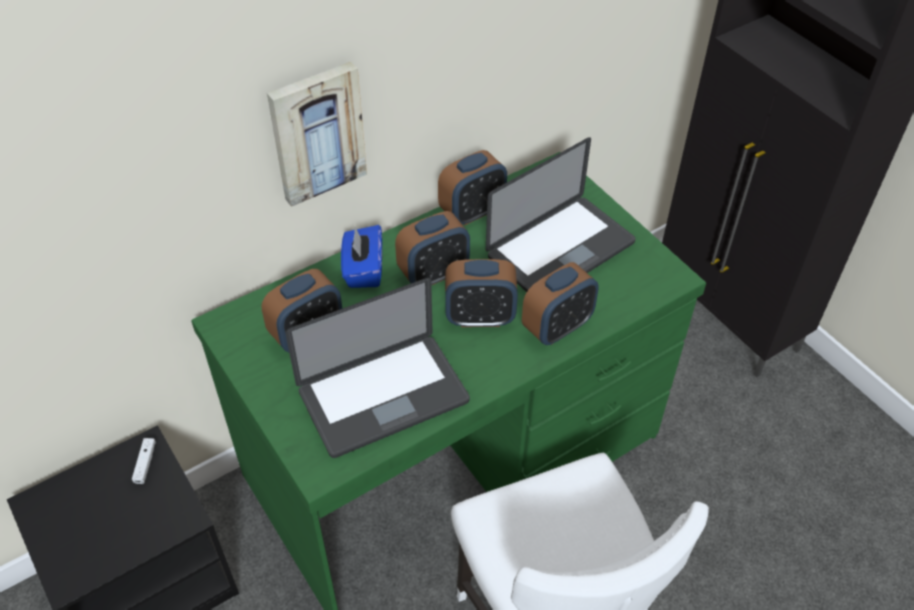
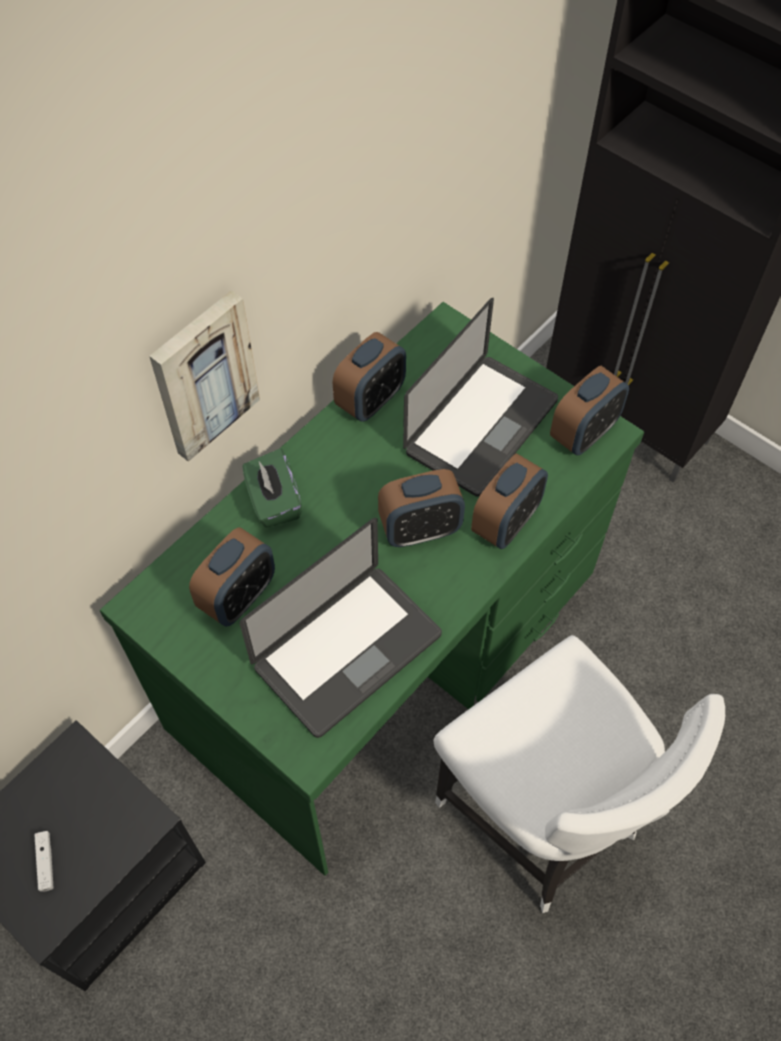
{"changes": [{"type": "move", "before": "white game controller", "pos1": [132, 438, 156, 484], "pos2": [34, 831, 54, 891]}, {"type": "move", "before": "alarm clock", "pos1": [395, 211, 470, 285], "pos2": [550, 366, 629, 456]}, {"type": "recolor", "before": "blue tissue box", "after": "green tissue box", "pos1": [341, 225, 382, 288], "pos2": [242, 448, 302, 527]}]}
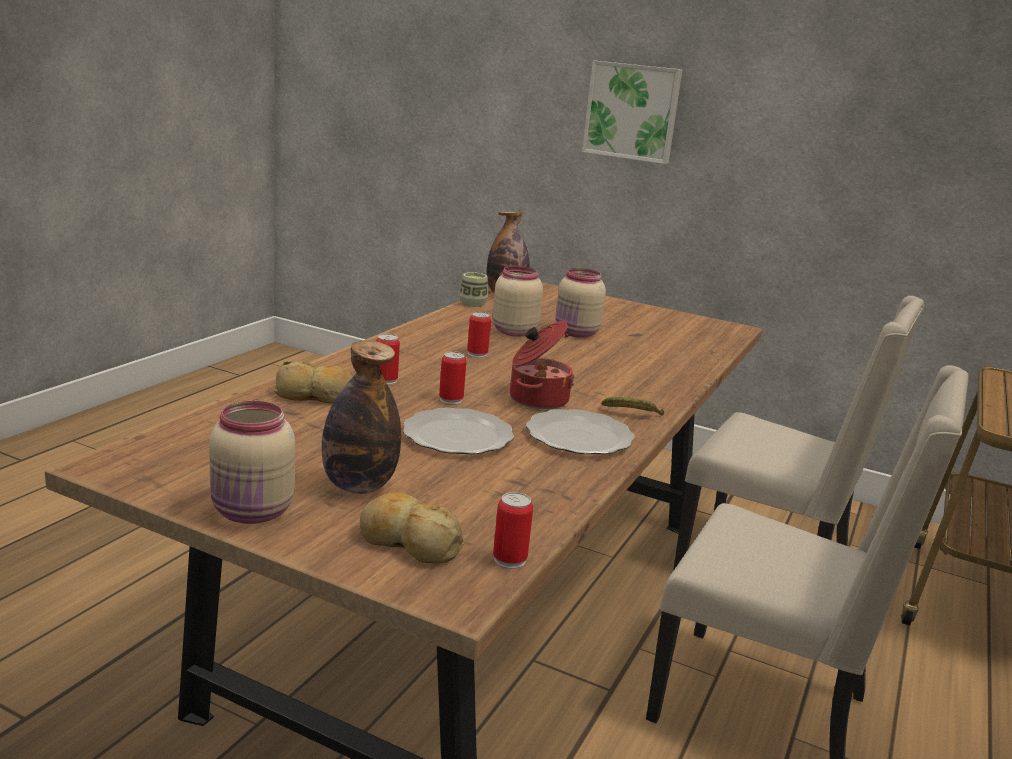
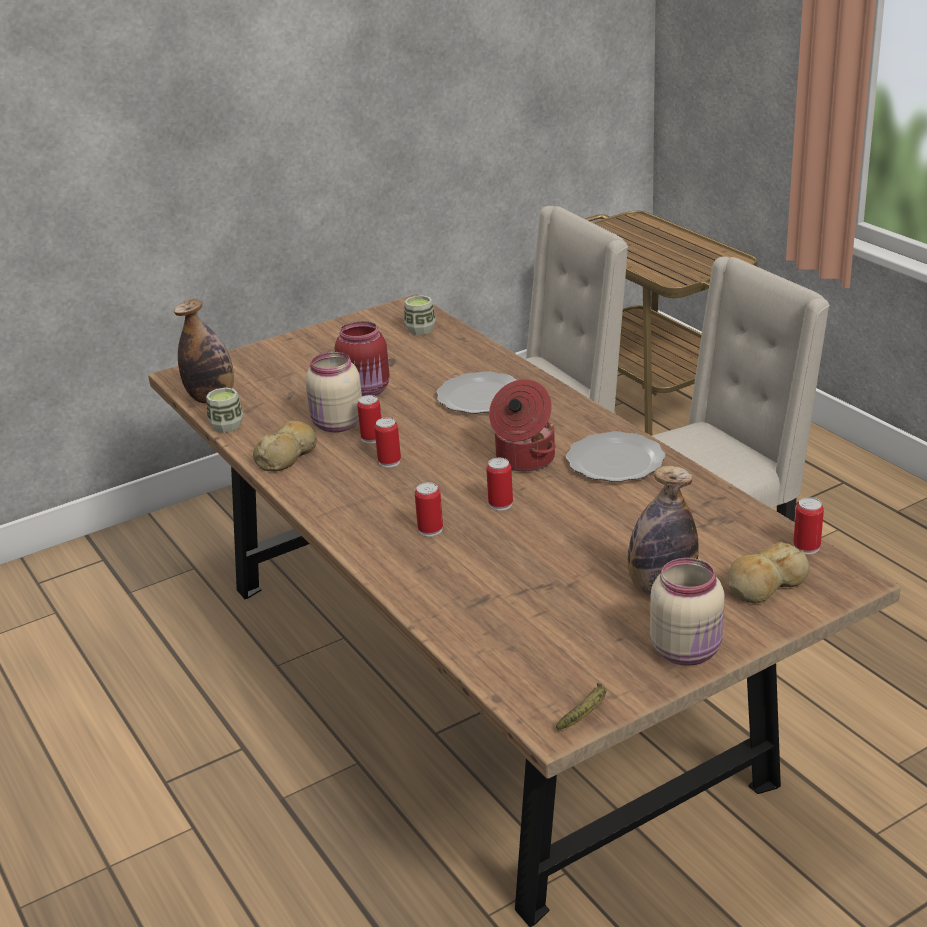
{"changes": [{"type": "delete", "before": "picture", "pos1": [582, 61, 683, 164]}, {"type": "insert", "after": "can", "pos2": [357, 395, 381, 444]}, {"type": "insert", "after": "cup", "pos2": [404, 295, 436, 335]}, {"type": "move", "before": "bread", "pos1": [274, 361, 352, 404], "pos2": [253, 421, 317, 472]}, {"type": "move", "before": "plate", "pos1": [403, 408, 514, 454], "pos2": [437, 371, 517, 414]}, {"type": "move", "before": "banana", "pos1": [601, 397, 664, 416], "pos2": [556, 683, 607, 730]}, {"type": "recolor", "before": "beige jar", "after": "red jar", "pos1": [555, 268, 606, 338], "pos2": [335, 321, 390, 396]}]}
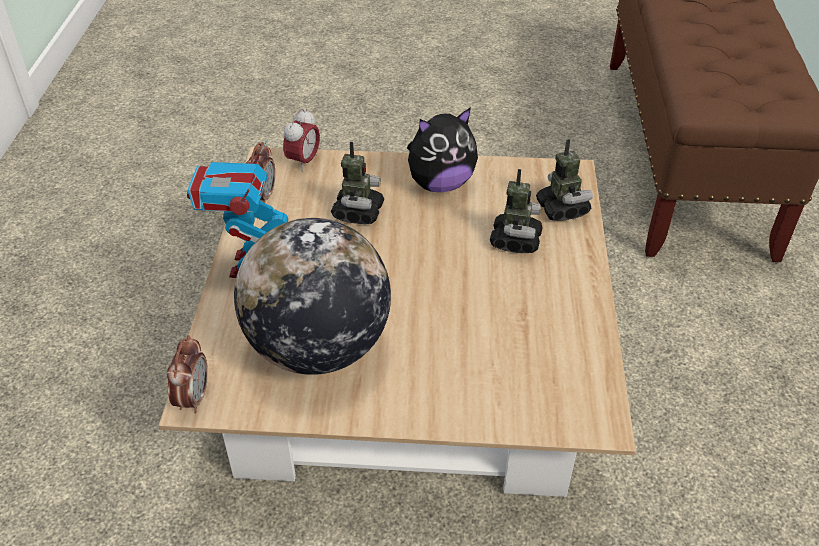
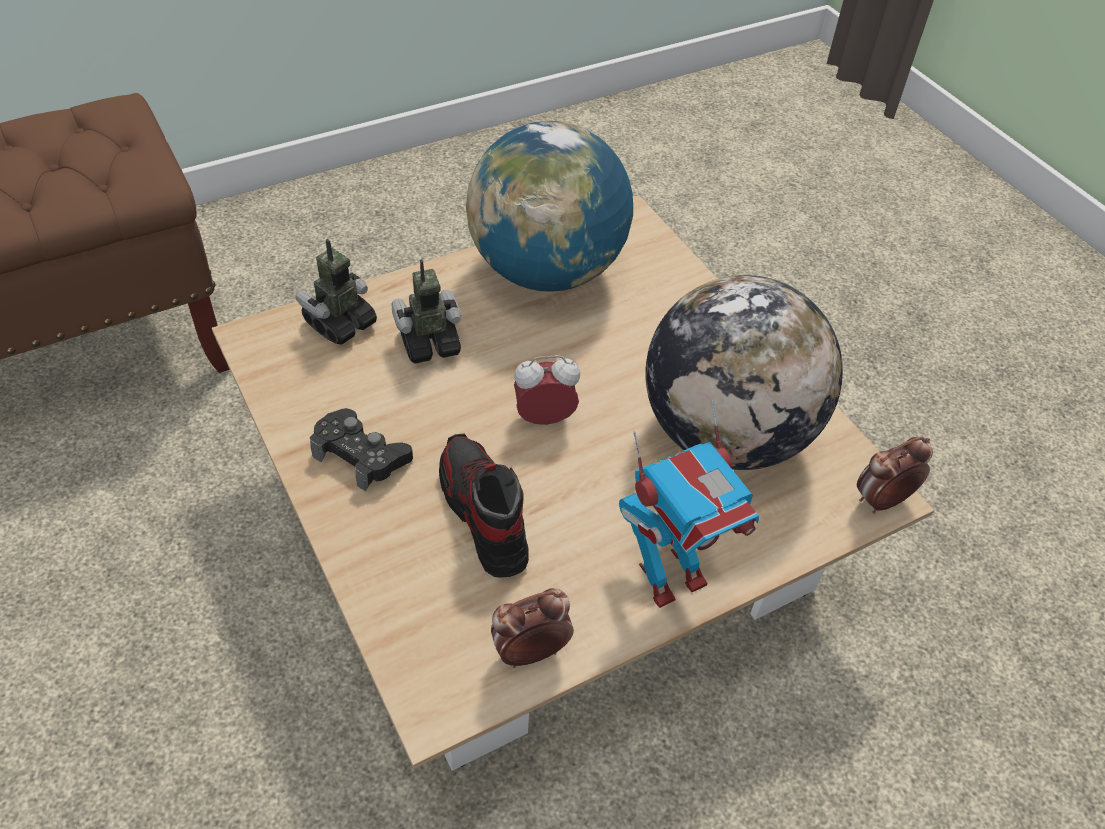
{"changes": [{"type": "insert", "after": "globe", "pos2": [466, 121, 633, 292]}, {"type": "move", "before": "alarm clock", "pos1": [283, 108, 320, 172], "pos2": [514, 355, 580, 425]}, {"type": "replace", "before": "toy robot", "after": "shoe", "pos1": [331, 142, 384, 224], "pos2": [439, 433, 529, 578]}, {"type": "replace", "before": "plush toy", "after": "black game controller", "pos1": [407, 107, 478, 192], "pos2": [310, 408, 413, 491]}]}
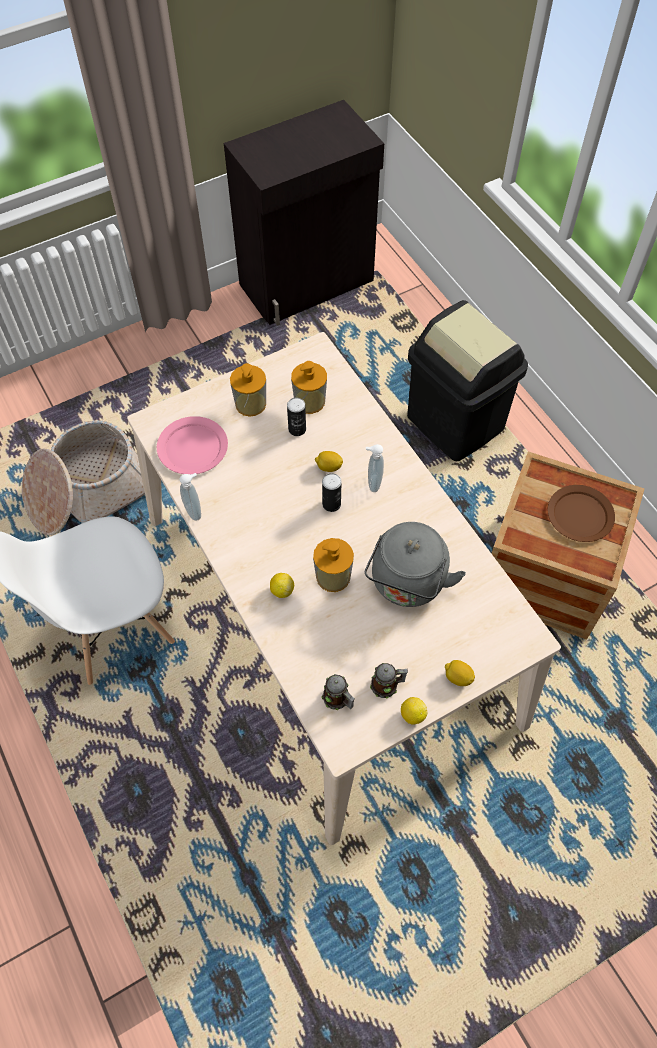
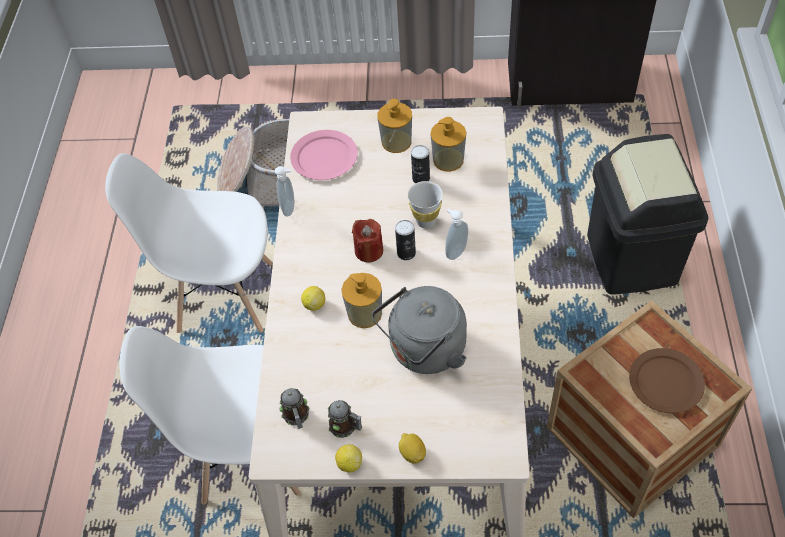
{"changes": [{"type": "insert", "after": "white chair", "pos2": [119, 326, 300, 505]}, {"type": "insert", "after": "red candle", "pos2": [352, 219, 383, 263]}, {"type": "replace", "before": "lemon", "after": "white cup", "pos1": [315, 451, 343, 472], "pos2": [408, 181, 443, 228]}]}
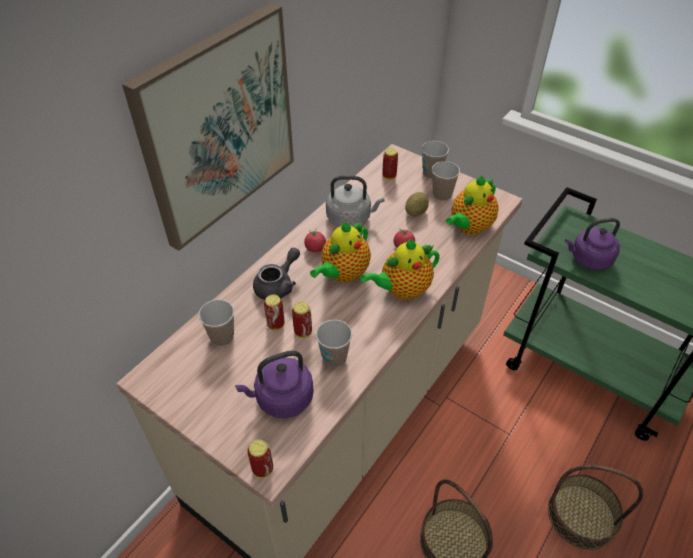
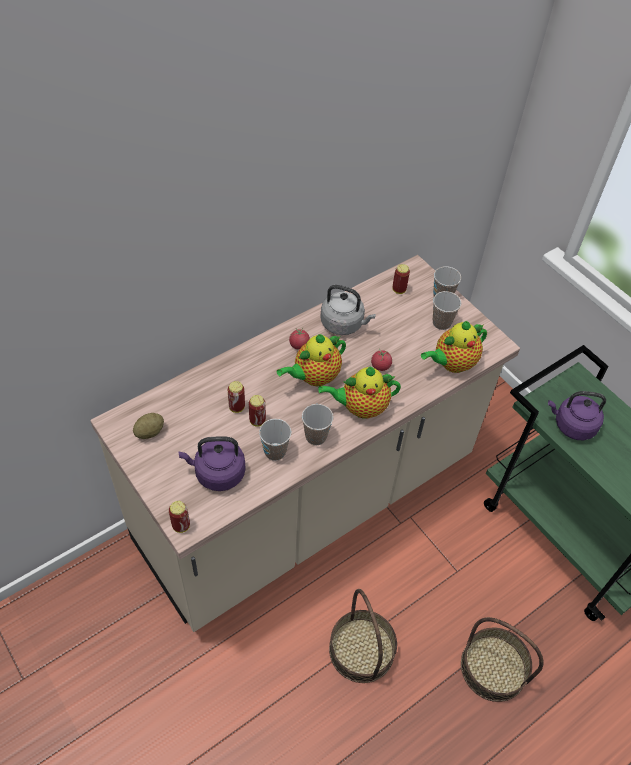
{"changes": [{"type": "delete", "before": "picture", "pos1": [122, 3, 294, 251]}, {"type": "delete", "before": "grey teapot", "pos1": [253, 247, 300, 300]}, {"type": "move", "before": "cup", "pos1": [198, 299, 234, 346], "pos2": [302, 404, 334, 445]}, {"type": "move", "before": "potato", "pos1": [405, 192, 429, 217], "pos2": [133, 413, 164, 439]}]}
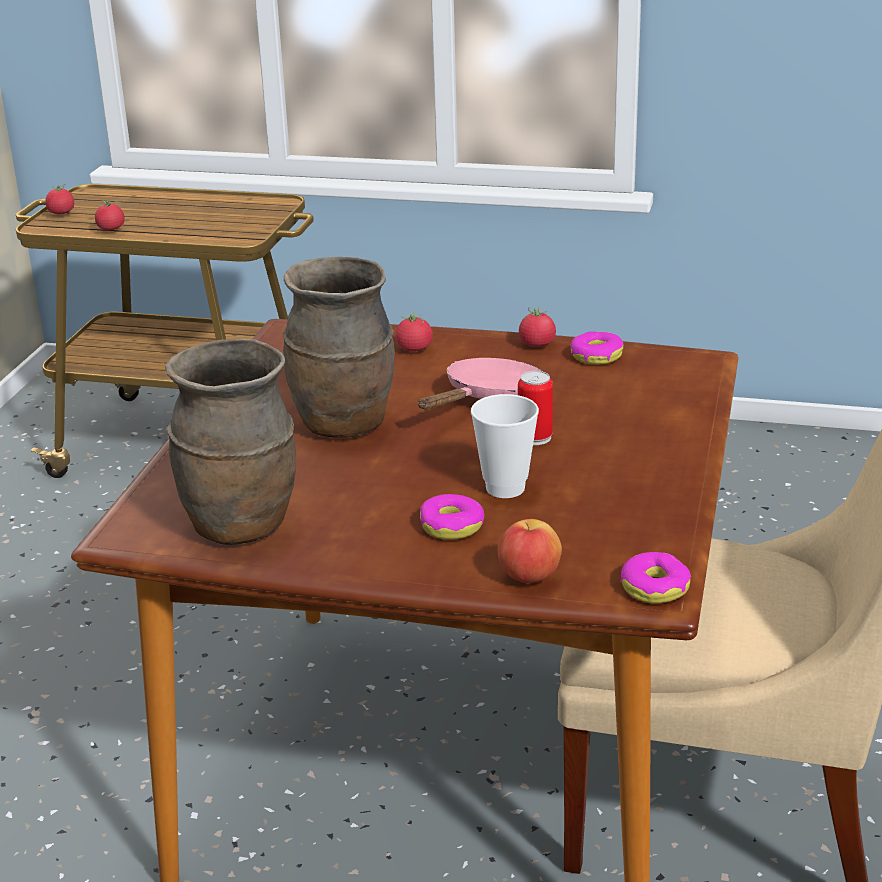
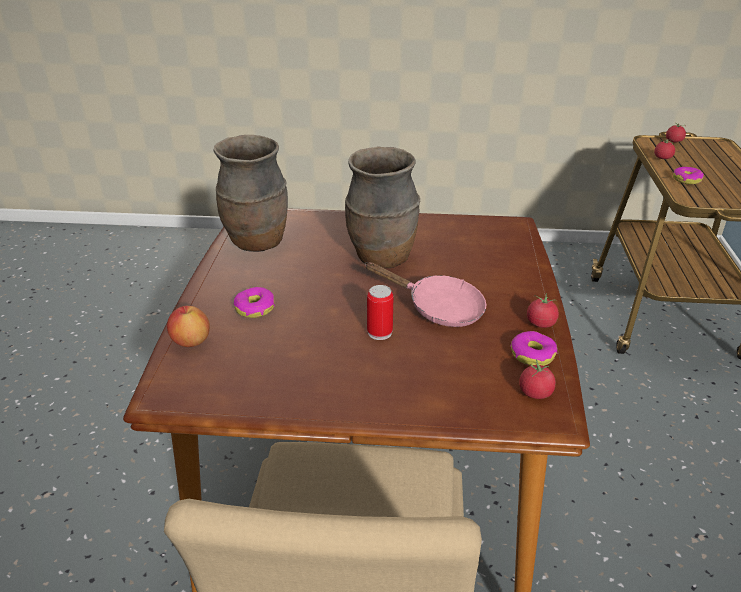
{"changes": [{"type": "delete", "before": "cup", "pos1": [471, 394, 539, 498]}, {"type": "move", "before": "tomato", "pos1": [396, 312, 433, 352], "pos2": [519, 359, 556, 399]}, {"type": "move", "before": "donut", "pos1": [620, 552, 691, 603], "pos2": [673, 167, 704, 185]}]}
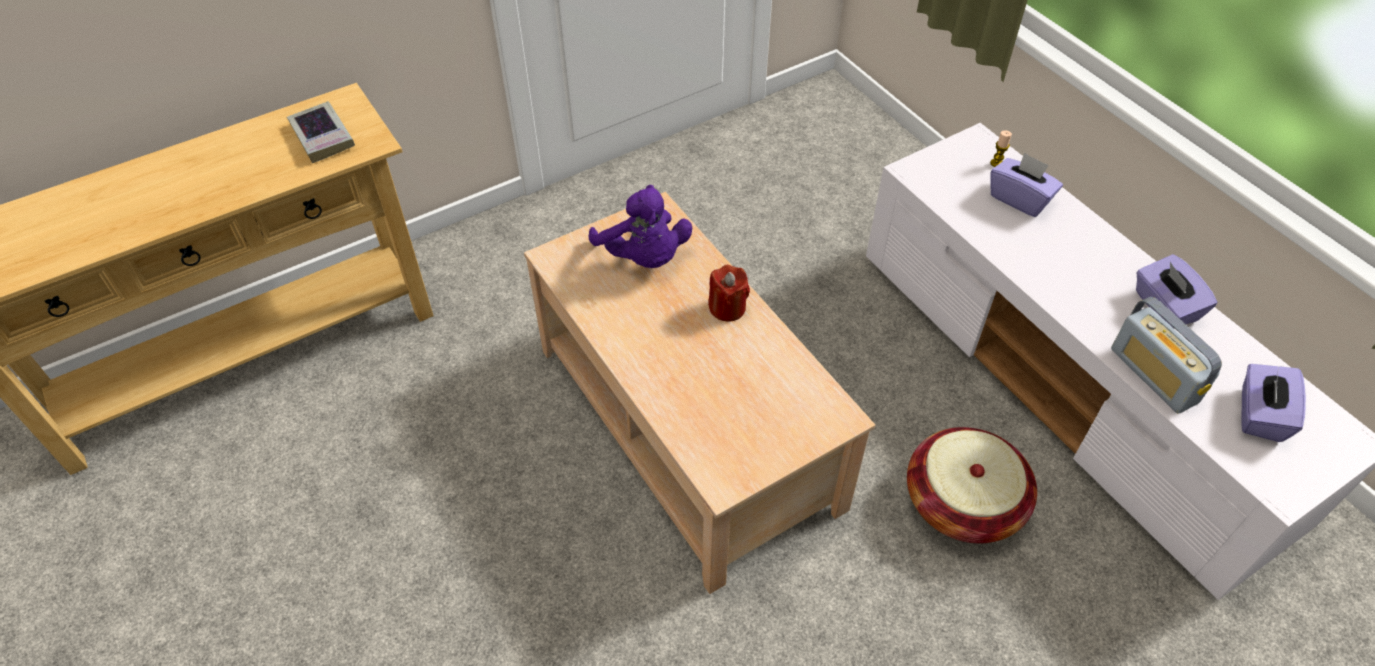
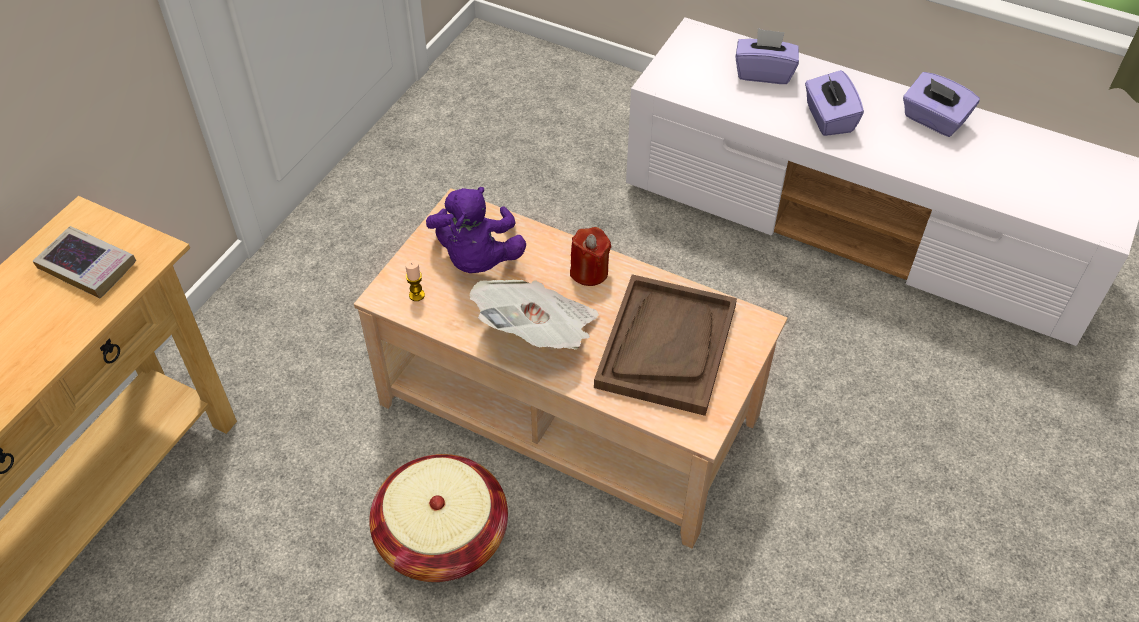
{"changes": [{"type": "delete", "before": "radio", "pos1": [1111, 297, 1222, 414]}, {"type": "insert", "after": "newspaper", "pos2": [470, 280, 599, 349]}, {"type": "insert", "after": "brown tray", "pos2": [594, 274, 737, 416]}, {"type": "move", "before": "basket", "pos1": [907, 427, 1037, 543], "pos2": [369, 454, 508, 582]}, {"type": "move", "before": "candle", "pos1": [990, 130, 1012, 167], "pos2": [405, 260, 425, 301]}, {"type": "move", "before": "purple tissue box", "pos1": [1241, 364, 1306, 442], "pos2": [805, 70, 864, 136]}, {"type": "rotate", "before": "purple plush toy", "pos1": [588, 185, 692, 268], "pos2": [426, 187, 526, 273], "turn": 60}]}
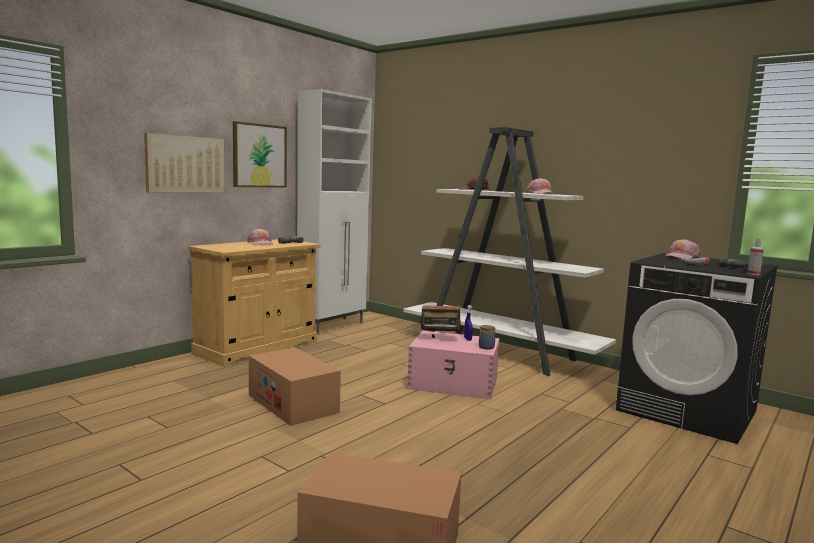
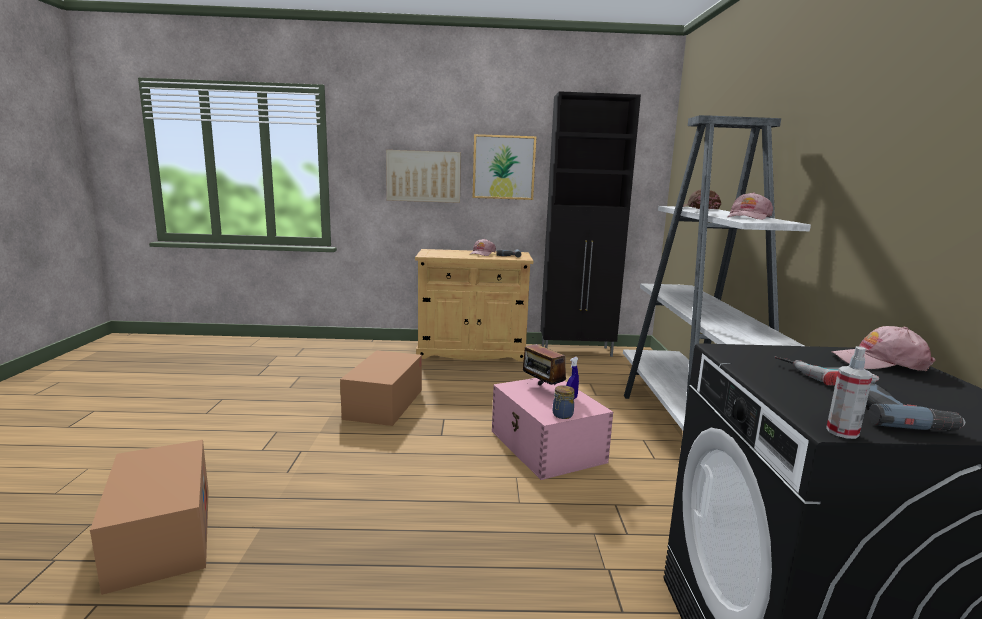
{"changes": [{"type": "recolor", "before": "white cabinet", "after": "black cabinet", "pos1": [297, 89, 372, 334], "pos2": [540, 91, 641, 357]}]}
